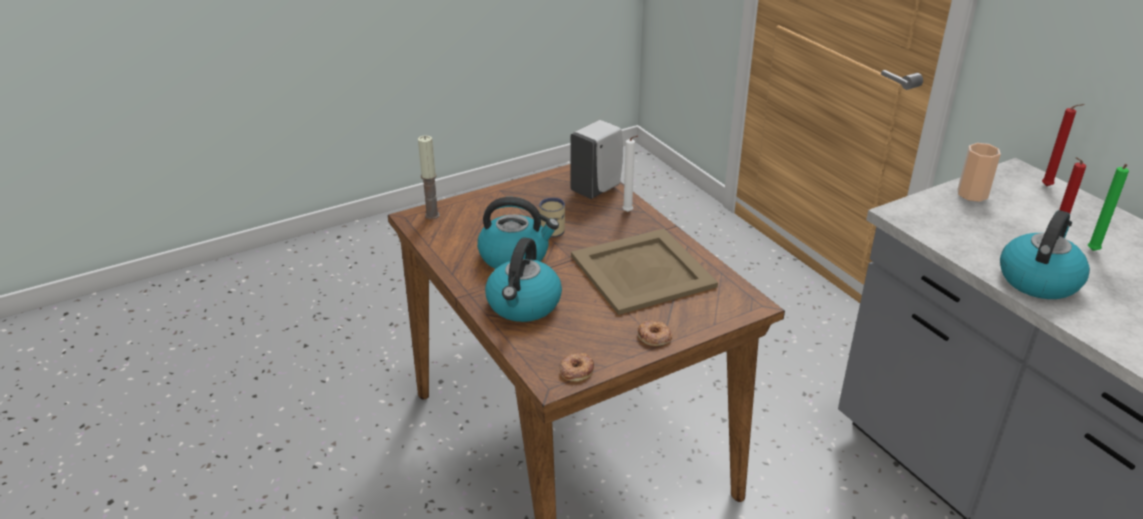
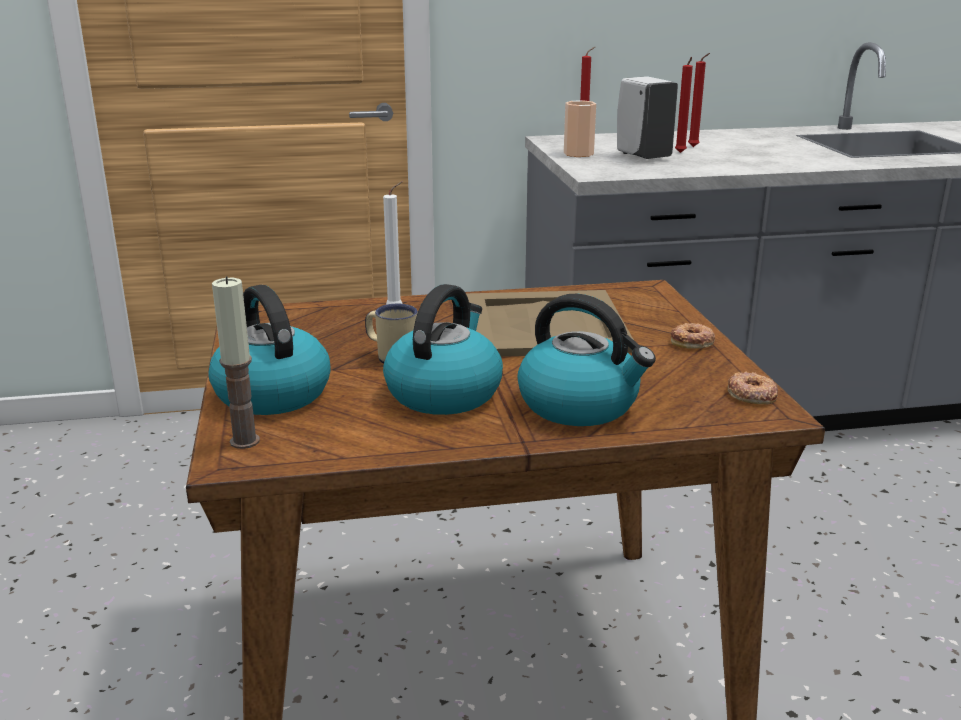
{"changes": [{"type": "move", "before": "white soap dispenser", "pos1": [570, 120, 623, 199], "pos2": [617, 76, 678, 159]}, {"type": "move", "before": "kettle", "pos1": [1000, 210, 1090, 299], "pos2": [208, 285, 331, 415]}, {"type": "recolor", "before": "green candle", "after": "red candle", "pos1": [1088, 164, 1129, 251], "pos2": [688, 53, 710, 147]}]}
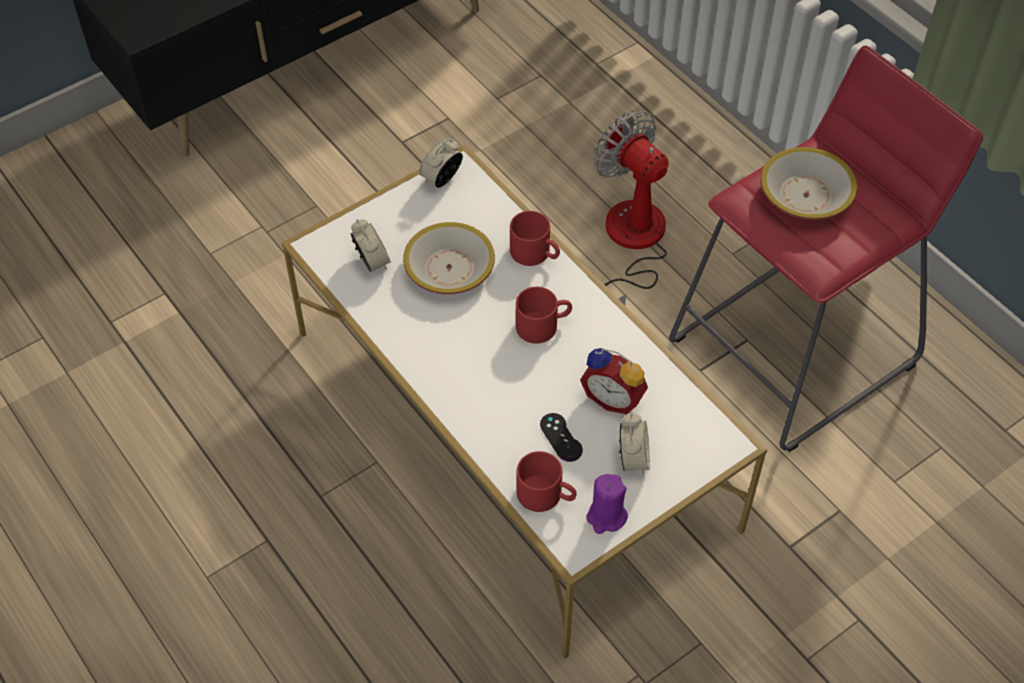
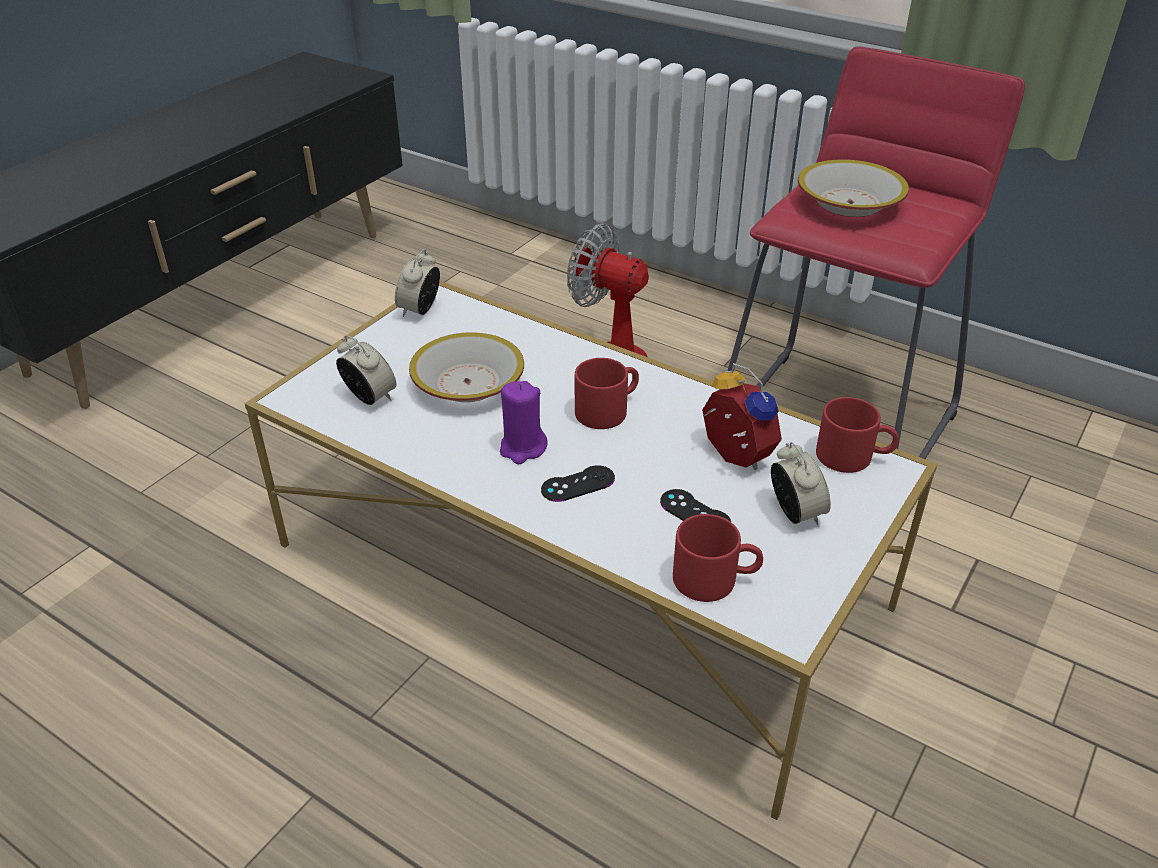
{"changes": [{"type": "insert", "after": "black game controller", "pos2": [541, 465, 615, 502]}, {"type": "move", "before": "red mug", "pos1": [510, 211, 560, 266], "pos2": [816, 397, 899, 473]}, {"type": "move", "before": "purple candle", "pos1": [586, 474, 628, 534], "pos2": [500, 381, 548, 464]}, {"type": "rotate", "before": "alarm clock", "pos1": [580, 348, 648, 414], "pos2": [702, 363, 782, 470], "turn": -135}]}
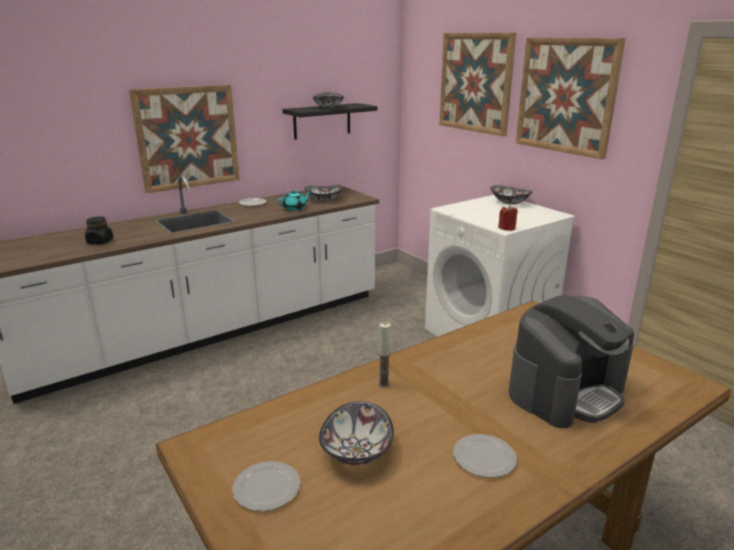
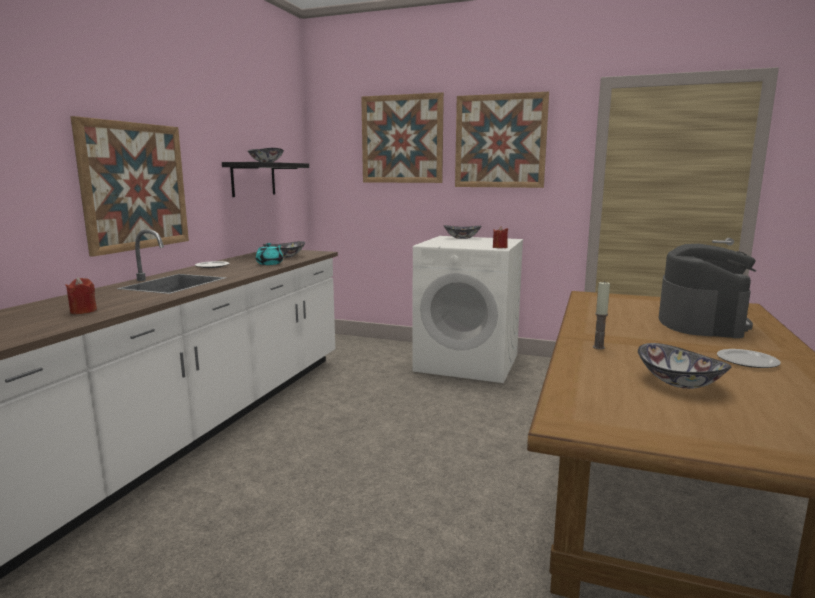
{"changes": [{"type": "delete", "before": "plate", "pos1": [233, 461, 300, 511]}, {"type": "replace", "before": "black jar", "after": "red candle", "pos1": [85, 216, 113, 244], "pos2": [65, 277, 97, 314]}]}
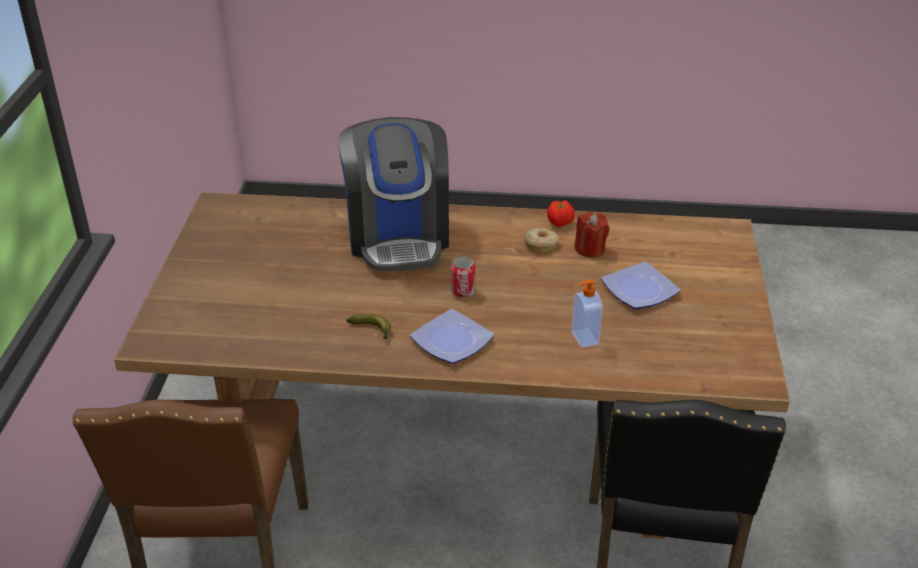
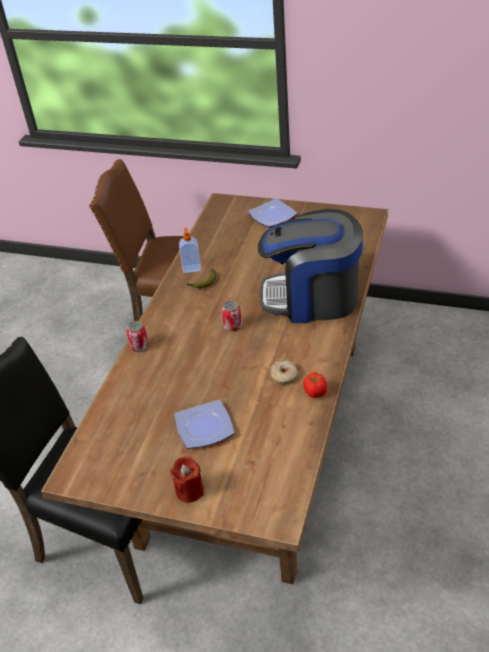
{"changes": [{"type": "insert", "after": "can", "pos2": [126, 321, 149, 352]}, {"type": "move", "before": "plate", "pos1": [410, 309, 494, 364], "pos2": [248, 198, 298, 228]}, {"type": "move", "before": "soap dispenser", "pos1": [571, 279, 603, 348], "pos2": [179, 227, 201, 273]}, {"type": "move", "before": "red candle", "pos1": [574, 211, 609, 258], "pos2": [170, 456, 204, 503]}]}
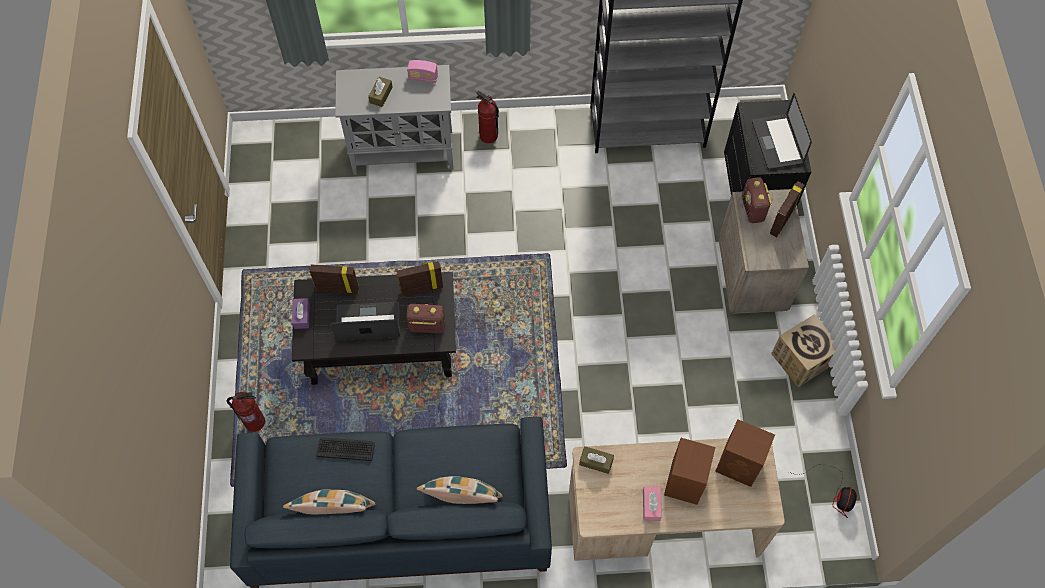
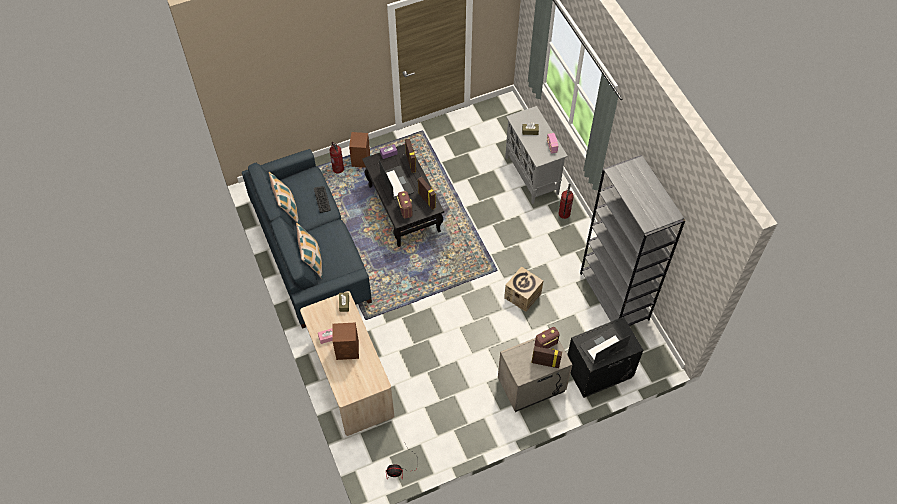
{"changes": [{"type": "move", "before": "brown speaker", "pos1": [715, 419, 775, 487], "pos2": [349, 132, 370, 168]}, {"type": "move", "before": "cardboard box", "pos1": [771, 314, 837, 387], "pos2": [504, 266, 543, 312]}]}
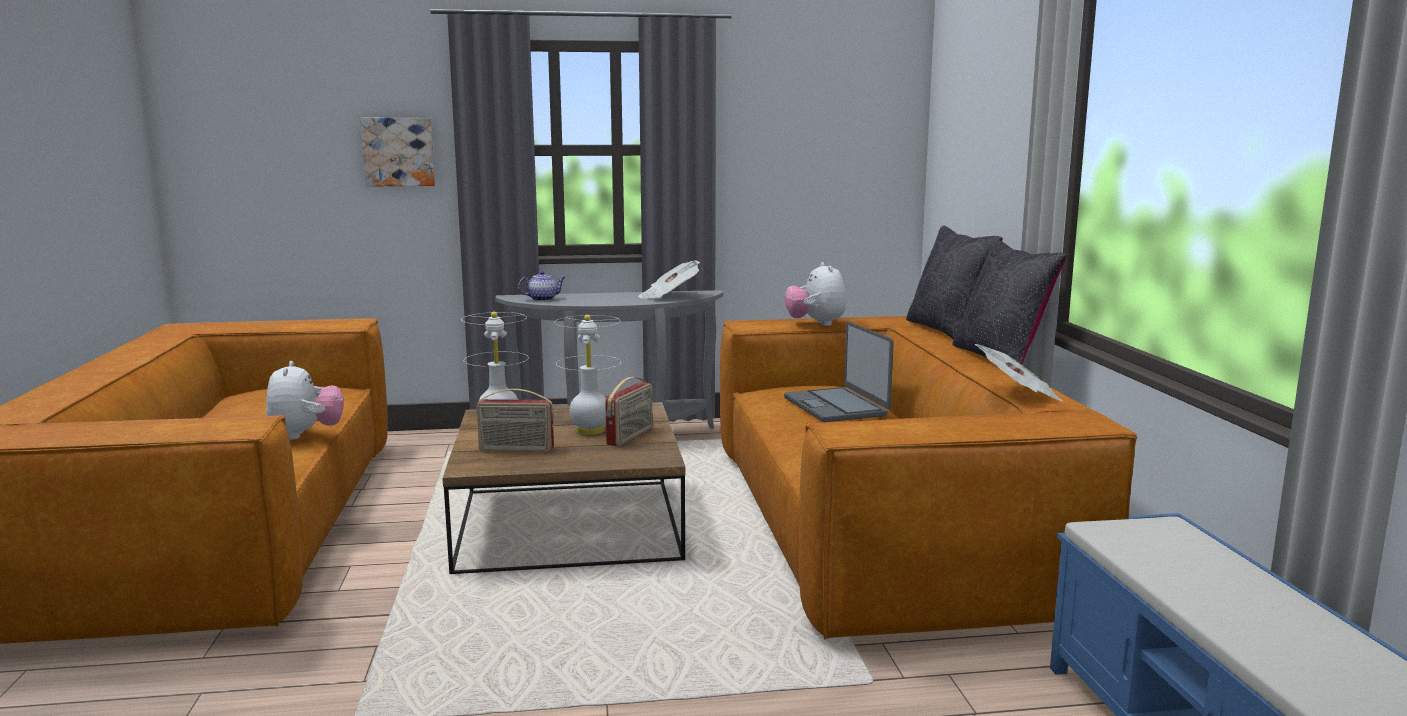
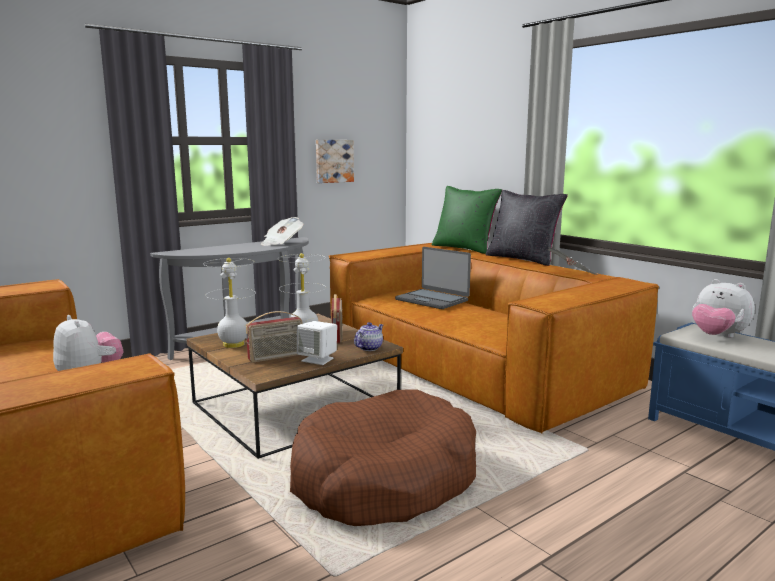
{"changes": [{"type": "insert", "after": "brown dog bed", "pos2": [290, 389, 476, 526]}, {"type": "insert", "after": "white speaker", "pos2": [297, 321, 337, 365]}, {"type": "move", "before": "picture", "pos1": [360, 118, 435, 187], "pos2": [316, 140, 354, 183]}, {"type": "move", "before": "teapot", "pos1": [518, 271, 566, 301], "pos2": [354, 322, 383, 351]}, {"type": "move", "before": "plush toy", "pos1": [785, 262, 846, 326], "pos2": [692, 279, 755, 338]}, {"type": "recolor", "before": "black pillow", "after": "green pillow", "pos1": [906, 226, 1003, 340], "pos2": [432, 186, 502, 254]}]}
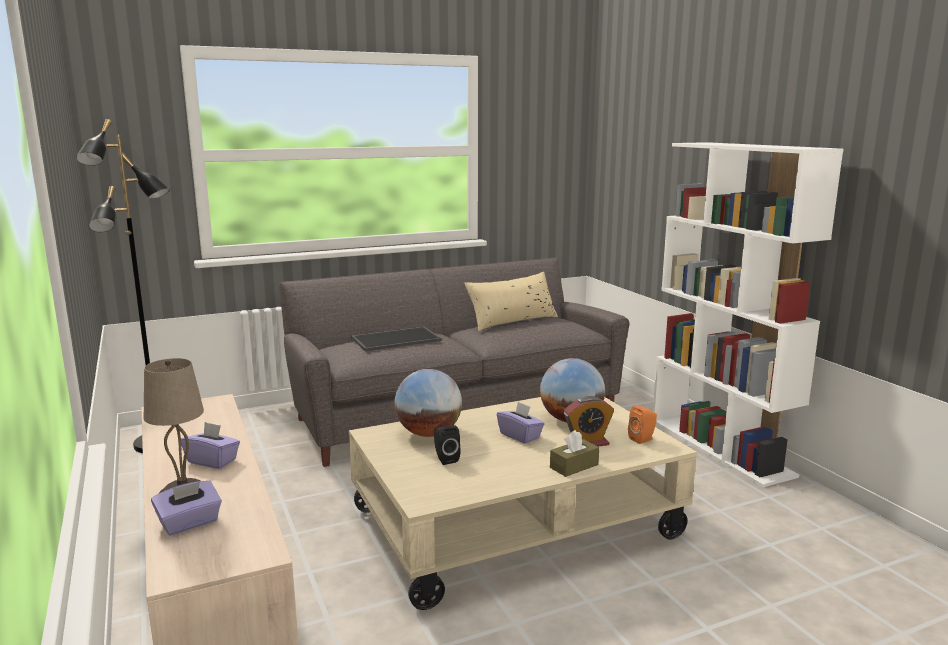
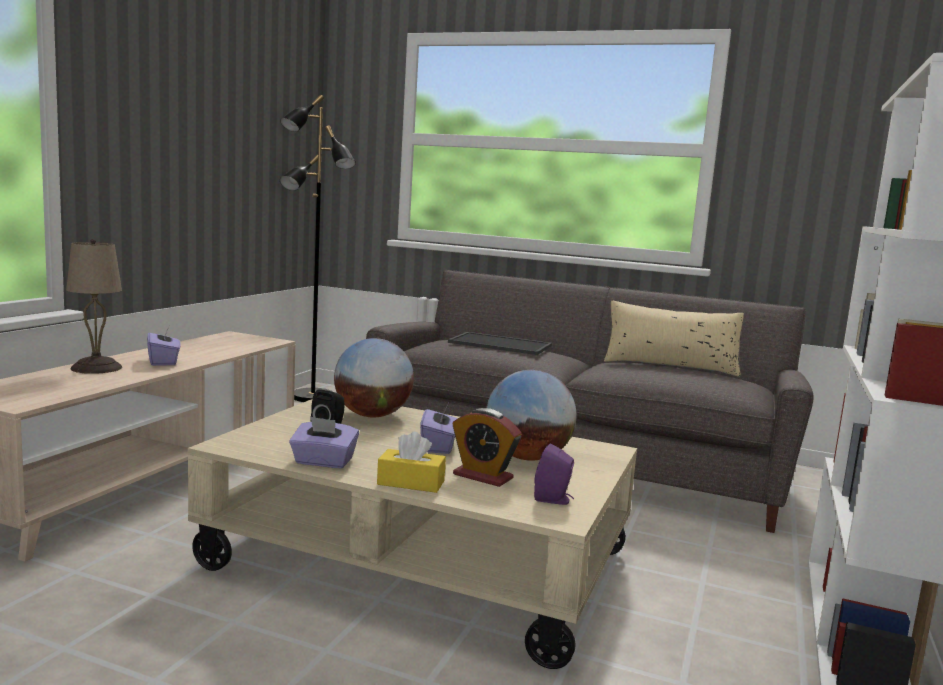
{"changes": [{"type": "move", "before": "purple tissue box", "pos1": [151, 481, 222, 536], "pos2": [289, 416, 359, 468]}, {"type": "recolor", "before": "brown tissue box", "after": "yellow tissue box", "pos1": [550, 430, 599, 477], "pos2": [377, 432, 446, 493]}, {"type": "recolor", "before": "orange speaker", "after": "purple speaker", "pos1": [628, 405, 657, 444], "pos2": [534, 443, 574, 505]}]}
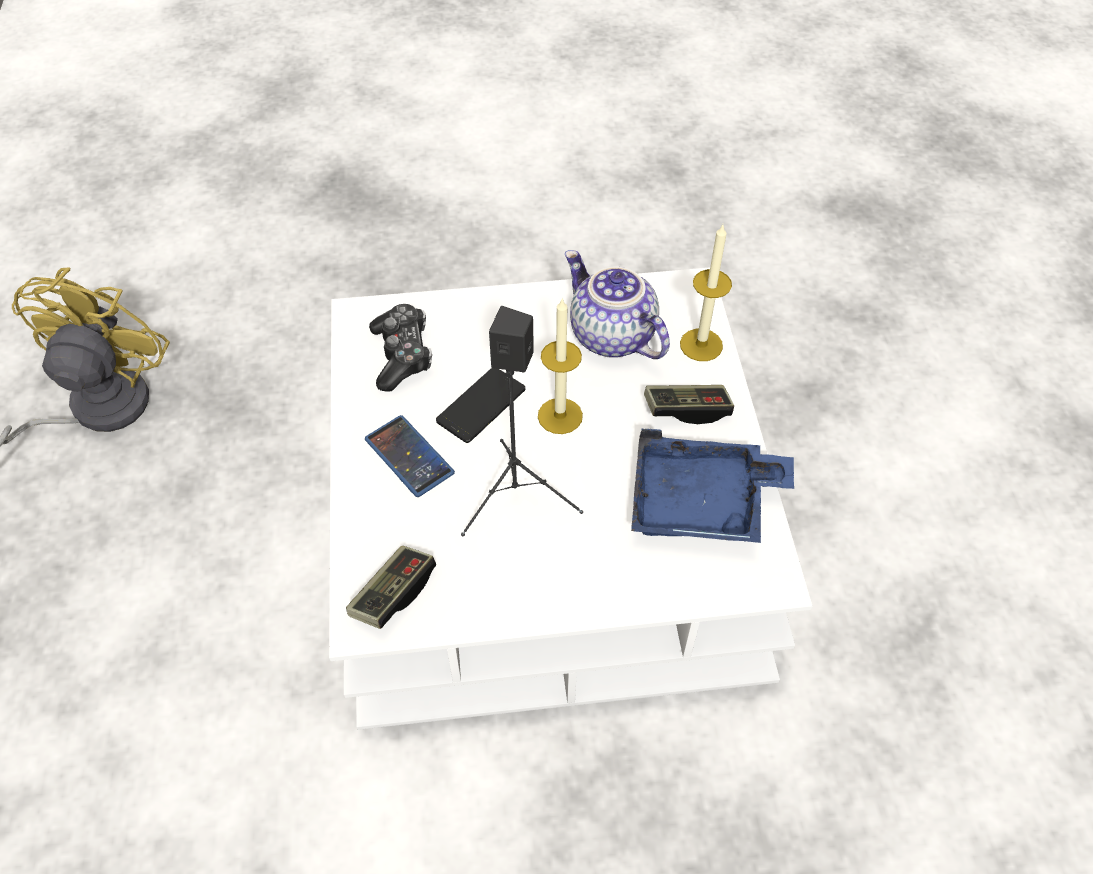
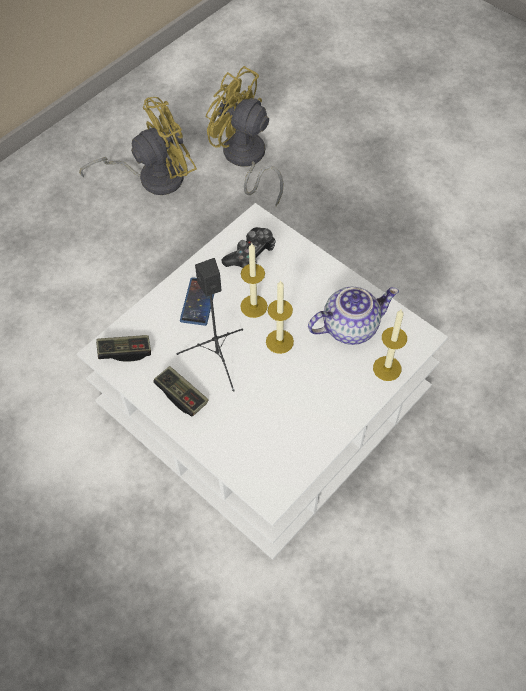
{"changes": [{"type": "delete", "before": "blue tray", "pos1": [631, 428, 794, 543]}, {"type": "insert", "after": "yellow fan", "pos2": [206, 66, 283, 206]}, {"type": "move", "before": "game controller", "pos1": [644, 385, 734, 424], "pos2": [153, 366, 208, 416]}, {"type": "replace", "before": "phone", "after": "candle", "pos1": [436, 368, 526, 443], "pos2": [240, 243, 268, 318]}, {"type": "rotate", "before": "teapot", "pos1": [565, 250, 670, 359], "pos2": [308, 287, 399, 345], "turn": 60}]}
